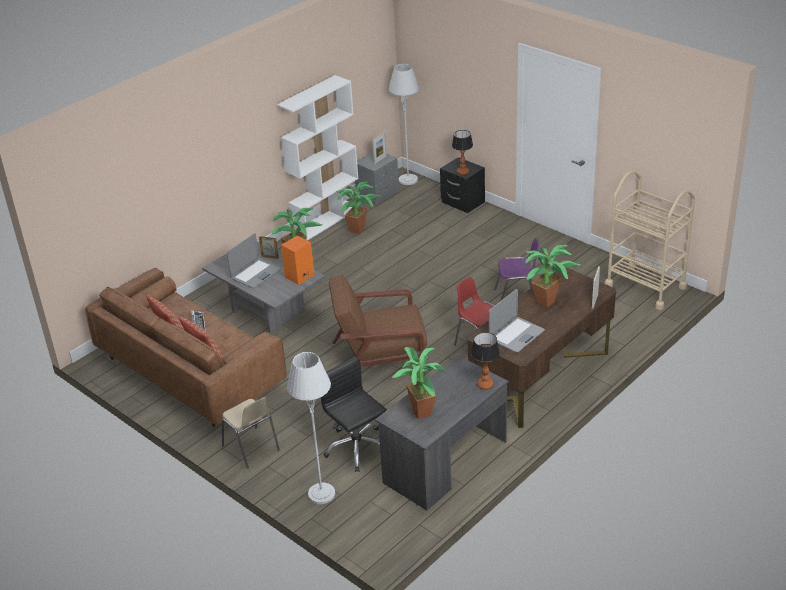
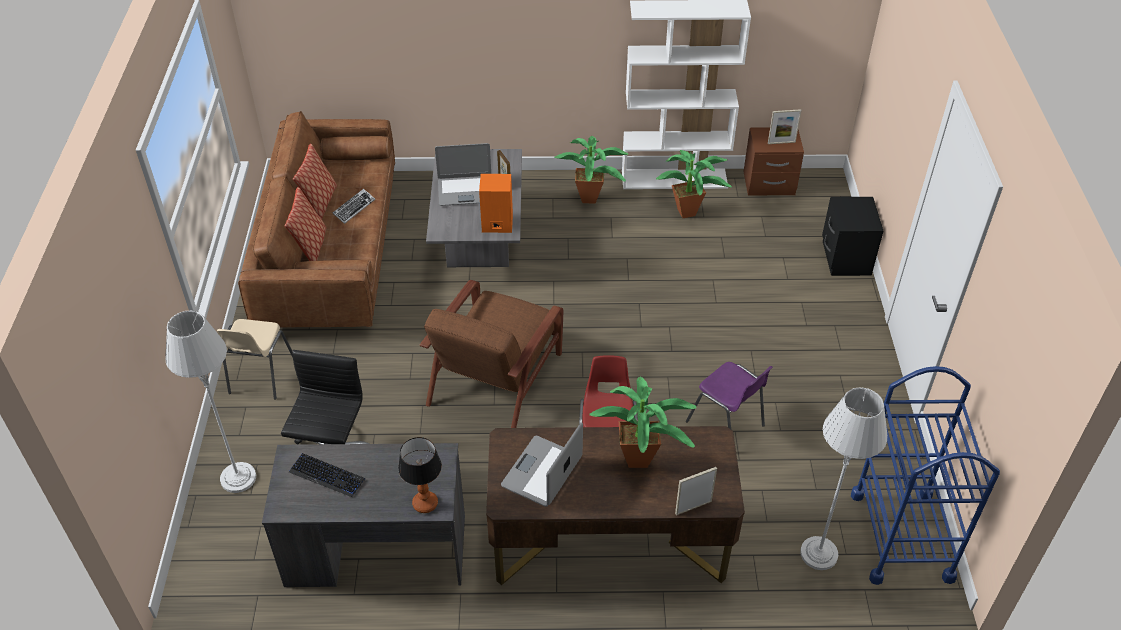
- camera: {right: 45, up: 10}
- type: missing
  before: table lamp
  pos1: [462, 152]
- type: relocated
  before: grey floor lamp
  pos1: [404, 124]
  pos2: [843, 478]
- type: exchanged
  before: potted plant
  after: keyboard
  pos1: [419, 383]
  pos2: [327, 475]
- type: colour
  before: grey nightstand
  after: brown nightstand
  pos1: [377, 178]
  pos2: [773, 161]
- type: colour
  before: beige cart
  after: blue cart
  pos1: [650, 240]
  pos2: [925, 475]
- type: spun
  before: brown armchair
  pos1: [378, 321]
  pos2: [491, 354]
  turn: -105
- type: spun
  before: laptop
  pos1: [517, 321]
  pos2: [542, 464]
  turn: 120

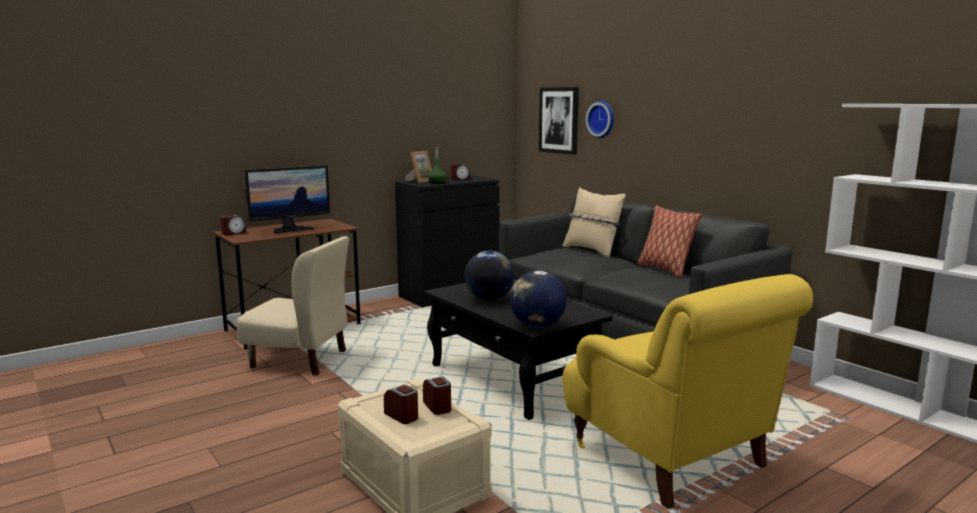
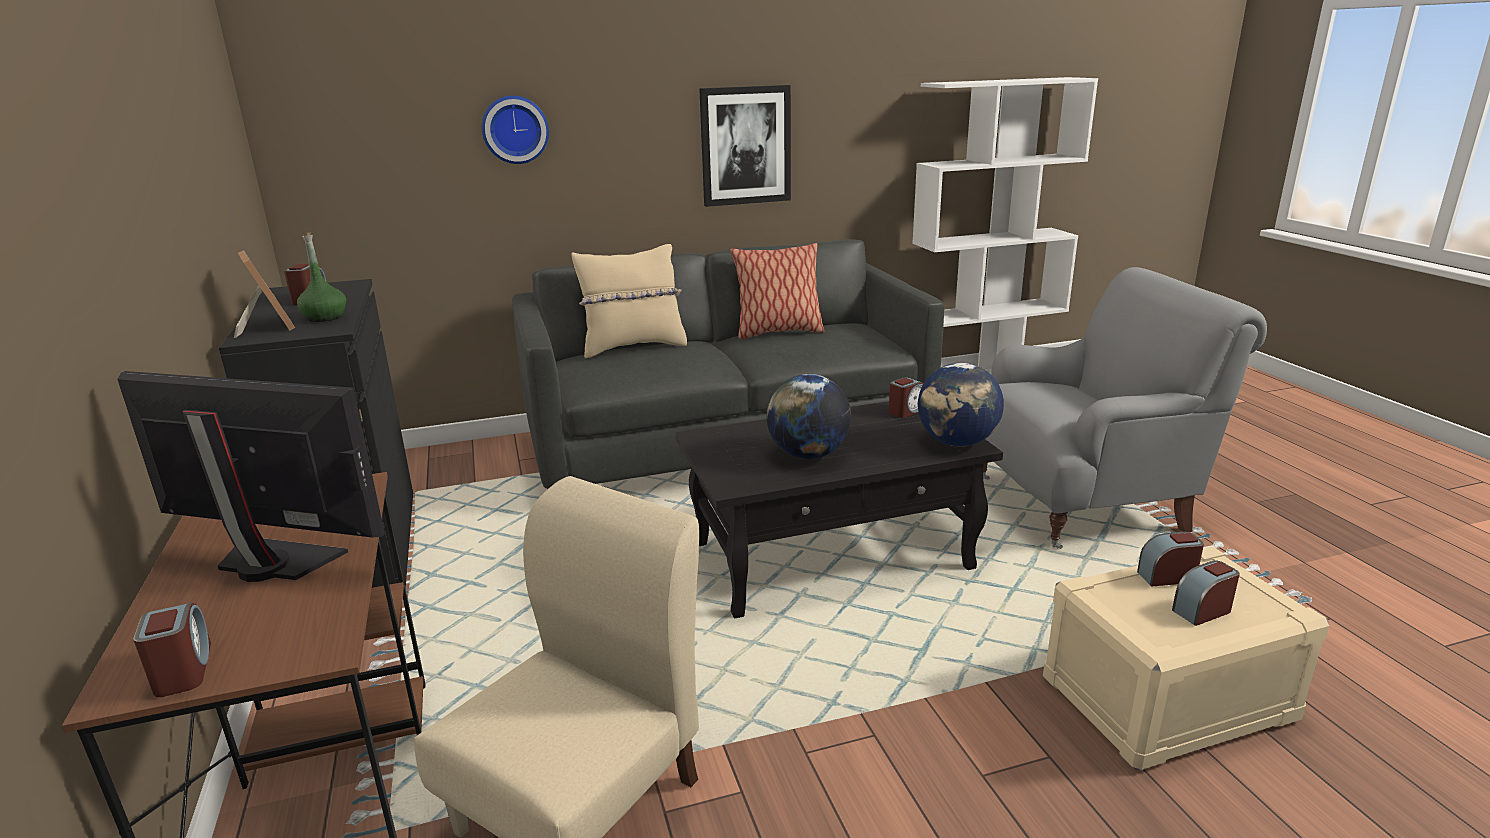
- camera: {right: -70, up: 10}
- type: appeared
  after: alarm clock
  pos2: [906, 397]
- type: relocated
  before: picture
  pos1: [559, 121]
  pos2: [745, 146]
- type: colour
  before: yellow armchair
  after: grey armchair
  pos1: [687, 391]
  pos2: [1125, 408]
- type: spun
  before: monitor
  pos1: [287, 199]
  pos2: [251, 476]
  turn: -60

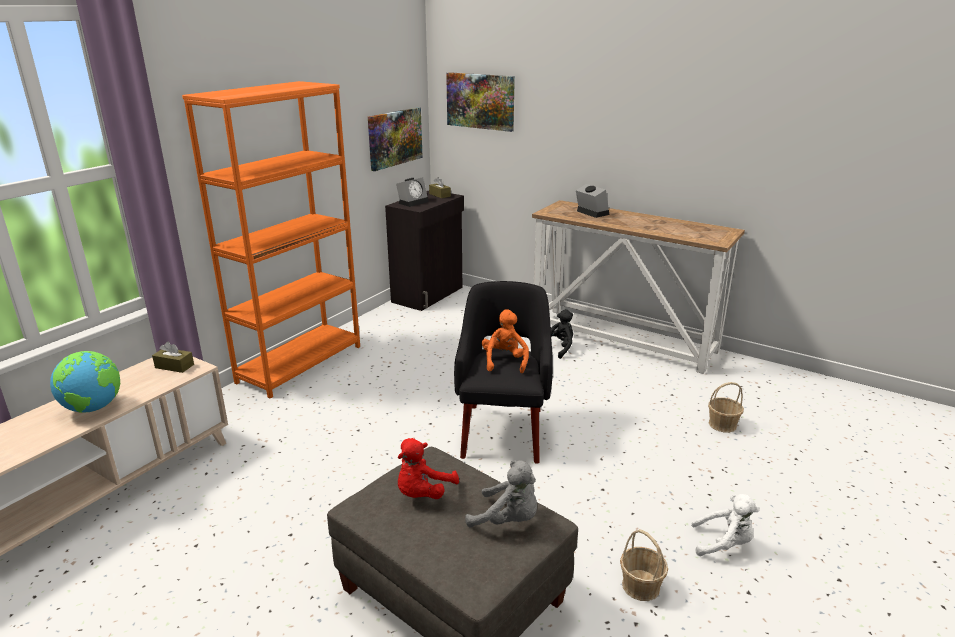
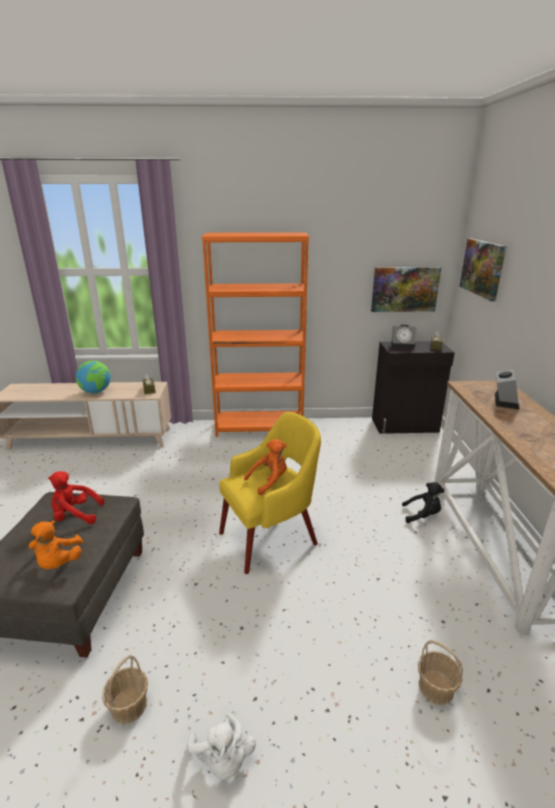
- camera: {right: 55, up: 0}
- type: colour
  before: black armchair
  after: yellow armchair
  pos1: [503, 372]
  pos2: [270, 493]
- type: colour
  before: grey plush toy
  after: orange plush toy
  pos1: [501, 493]
  pos2: [56, 545]

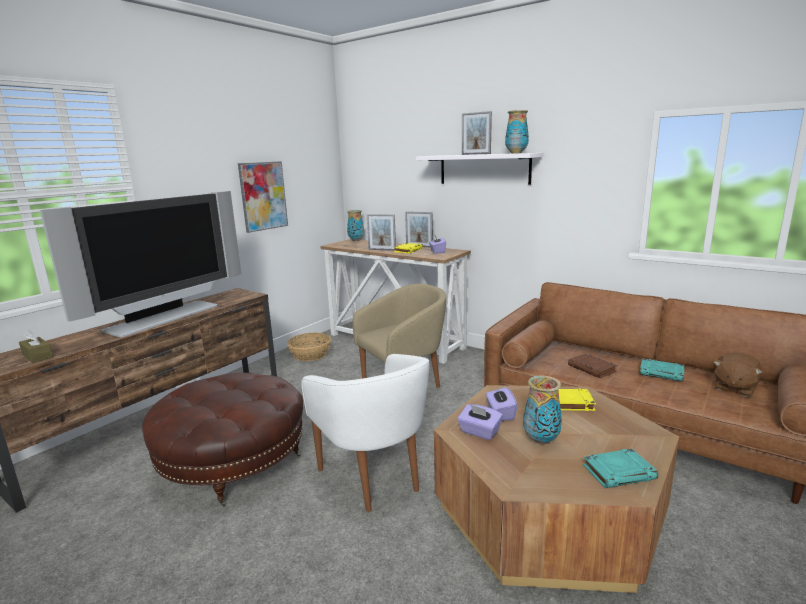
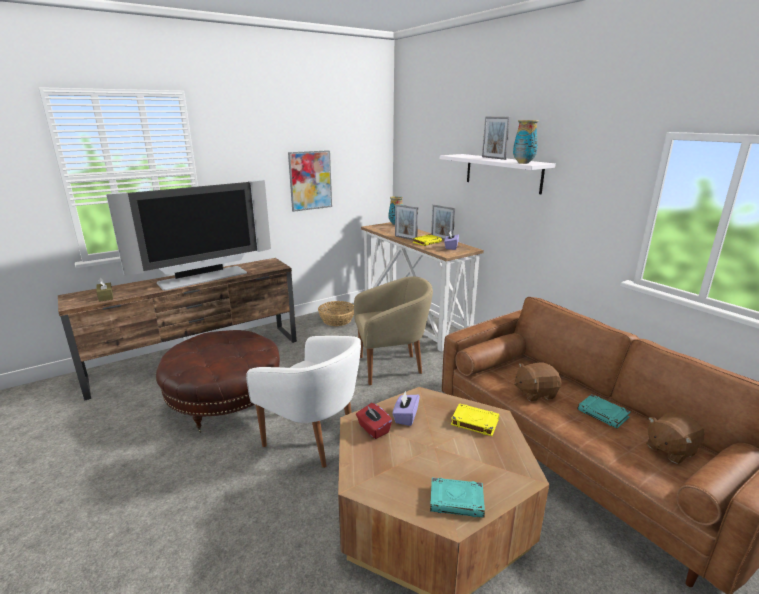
- camera: {right: 20, up: 5}
- type: missing
  before: vase
  pos1: [542, 410]
- type: exchanged
  before: brown book
  after: brown plush toy
  pos1: [592, 365]
  pos2: [537, 382]
- type: colour
  before: purple tissue box
  after: red tissue box
  pos1: [480, 422]
  pos2: [374, 421]
- type: spun
  before: white armchair
  pos1: [365, 433]
  pos2: [303, 402]
  turn: -45

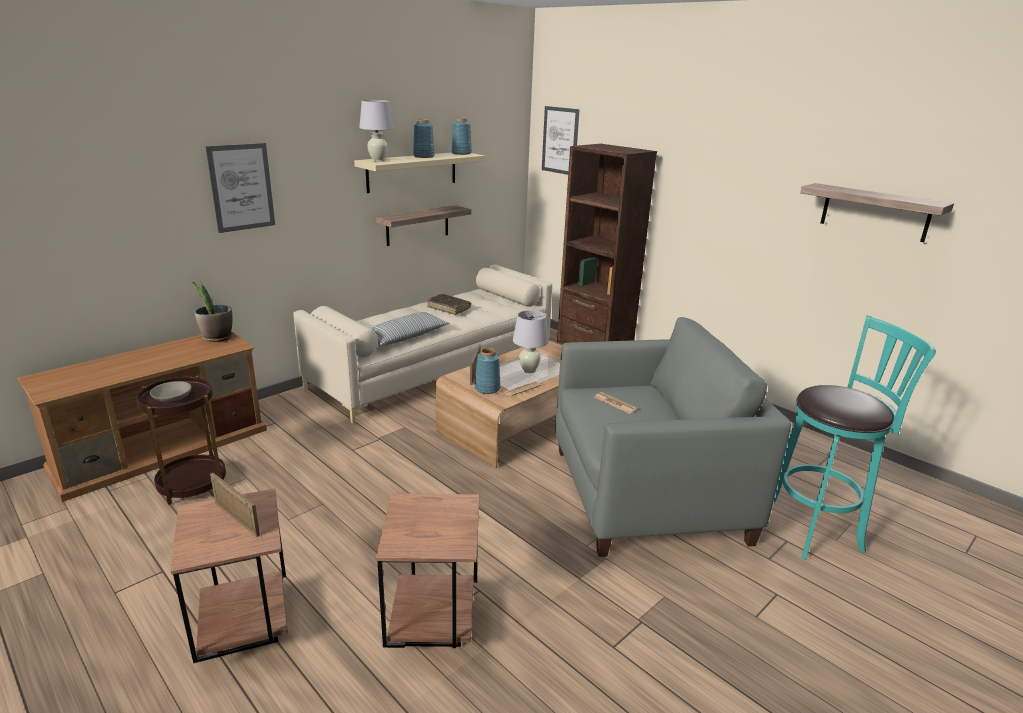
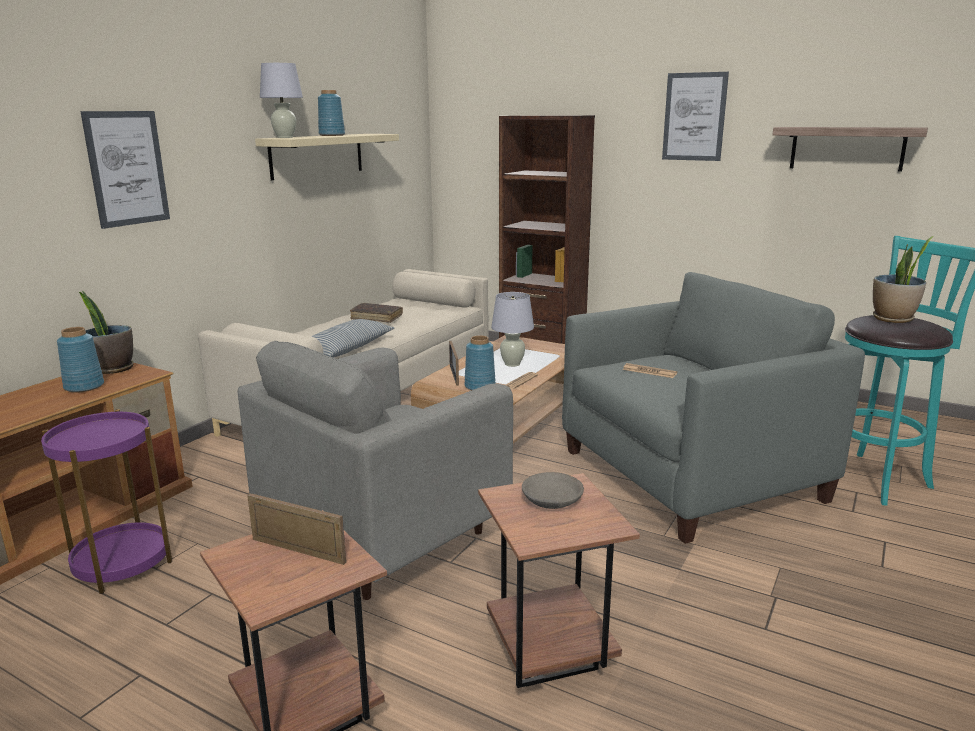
- camera: {right: -15, up: -5}
- type: missing
  before: shelf
  pos1: [423, 225]
- type: appeared
  after: grey armchair
  pos2: [375, 470]
- type: appeared
  after: potted plant
  pos2: [903, 279]
- type: relocated
  before: grey bowl
  pos1: [171, 391]
  pos2: [553, 490]
- type: relocated
  before: blue vase
  pos1: [461, 136]
  pos2: [80, 360]
- type: relocated
  before: picture
  pos1: [561, 140]
  pos2: [695, 116]
- type: colour
  before: brown side table
  after: purple side table
  pos1: [181, 440]
  pos2: [106, 501]

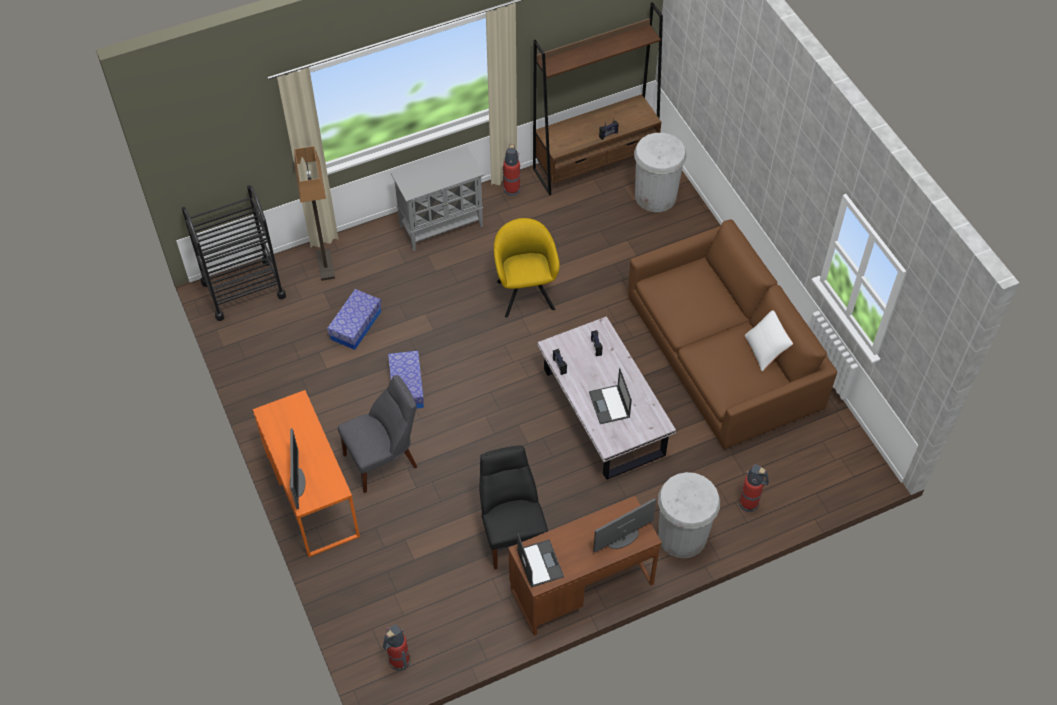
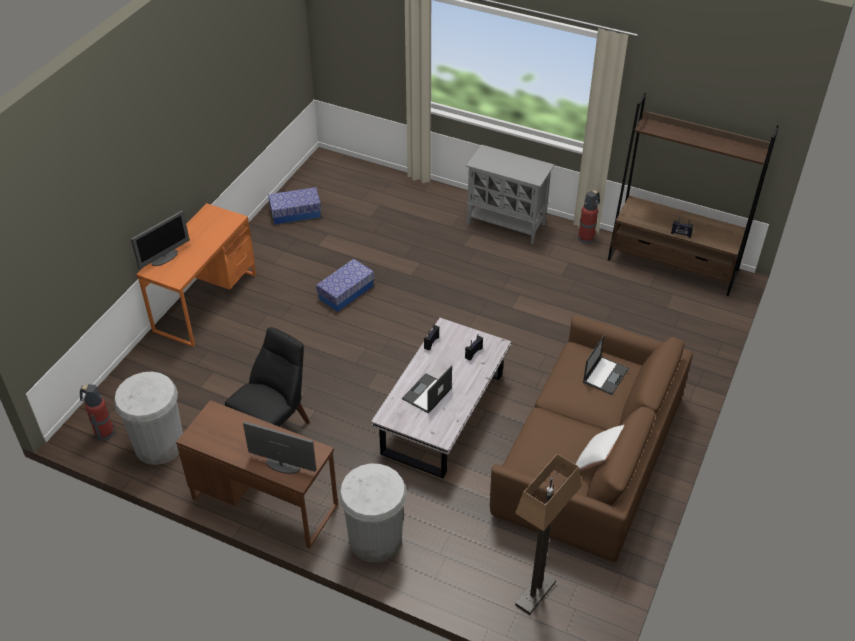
- camera: {right: 50, up: -10}
- type: missing
  before: black cart
  pos1: [233, 253]
- type: missing
  before: grey chair
  pos1: [377, 434]
- type: missing
  before: yellow armchair
  pos1: [527, 268]
- type: missing
  before: fire extinguisher
  pos1: [754, 488]
- type: relocated
  before: floor lamp
  pos1: [314, 213]
  pos2: [548, 534]
- type: relocated
  before: storage box
  pos1: [354, 319]
  pos2: [294, 205]
- type: relocated
  before: laptop
  pos1: [540, 560]
  pos2: [606, 365]
- type: relocated
  before: white trash can
  pos1: [660, 172]
  pos2: [148, 418]

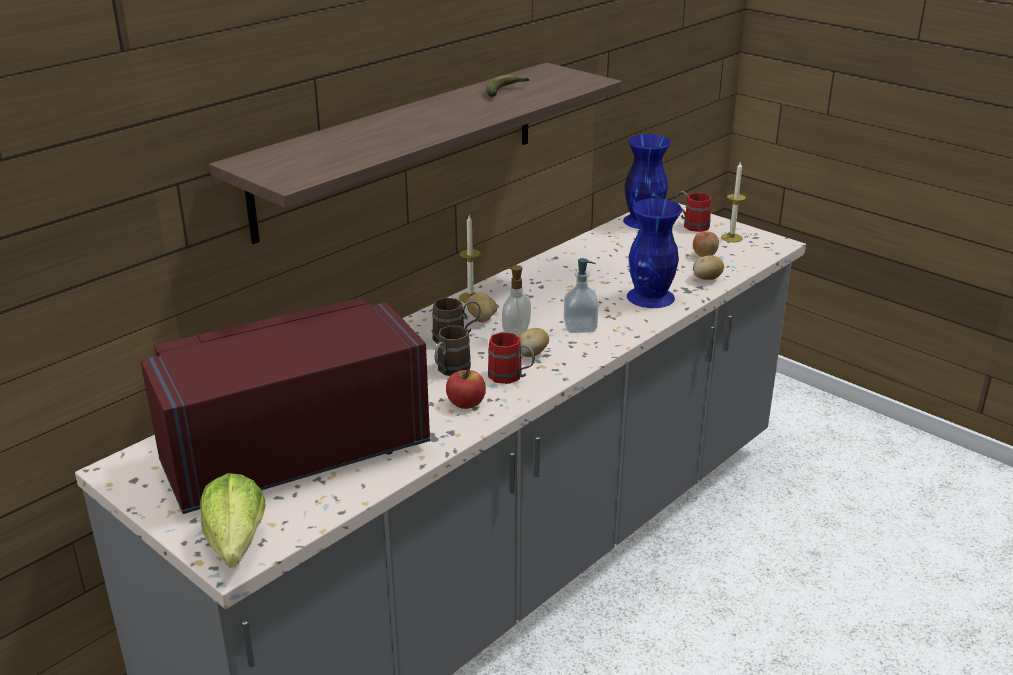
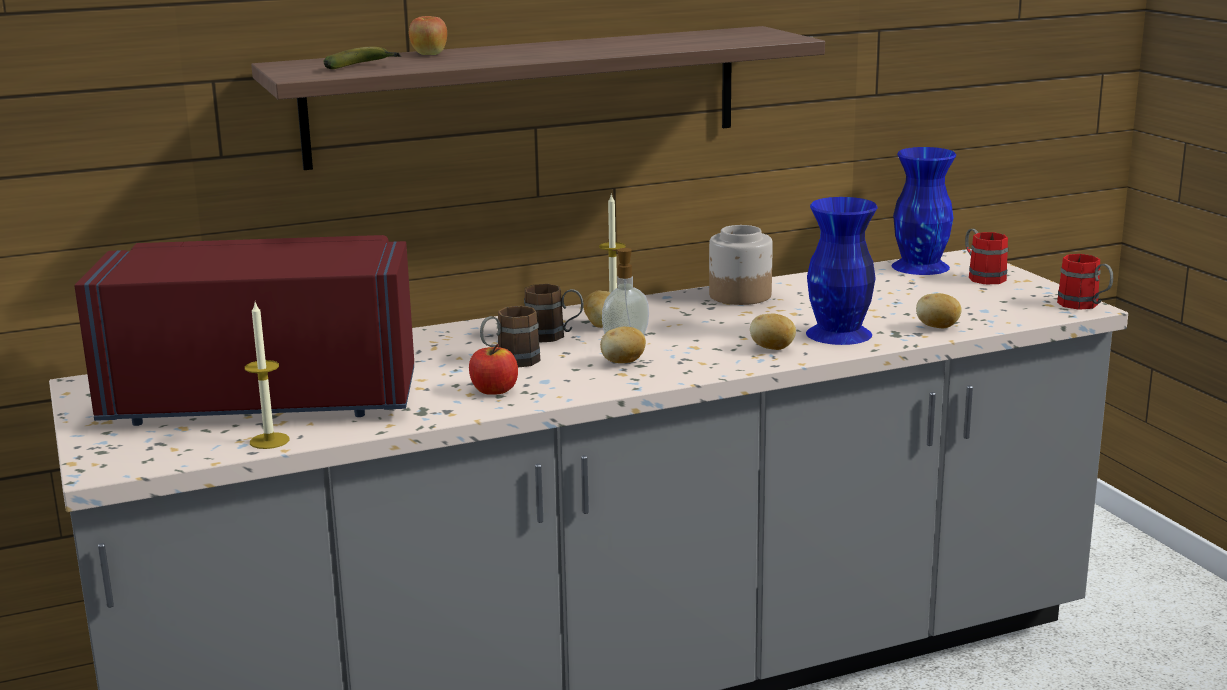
- camera: {right: 25, up: -10}
- type: missing
  before: lettuce
  pos1: [233, 520]
- type: missing
  before: soap dispenser
  pos1: [581, 295]
- type: appeared
  after: jar
  pos2: [741, 265]
- type: appeared
  after: potato
  pos2: [773, 332]
- type: relocated
  before: banana
  pos1: [507, 86]
  pos2: [362, 58]
- type: relocated
  before: red mug
  pos1: [511, 358]
  pos2: [1085, 282]
- type: relocated
  before: apple
  pos1: [706, 244]
  pos2: [428, 35]
- type: relocated
  before: candle
  pos1: [733, 202]
  pos2: [267, 376]

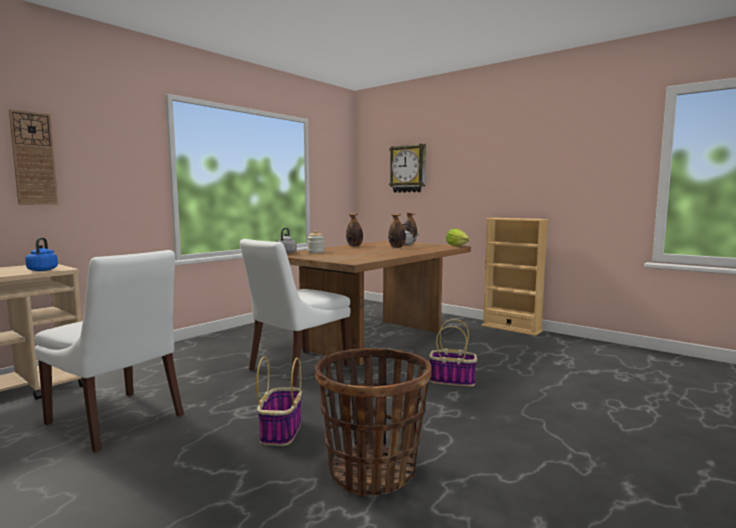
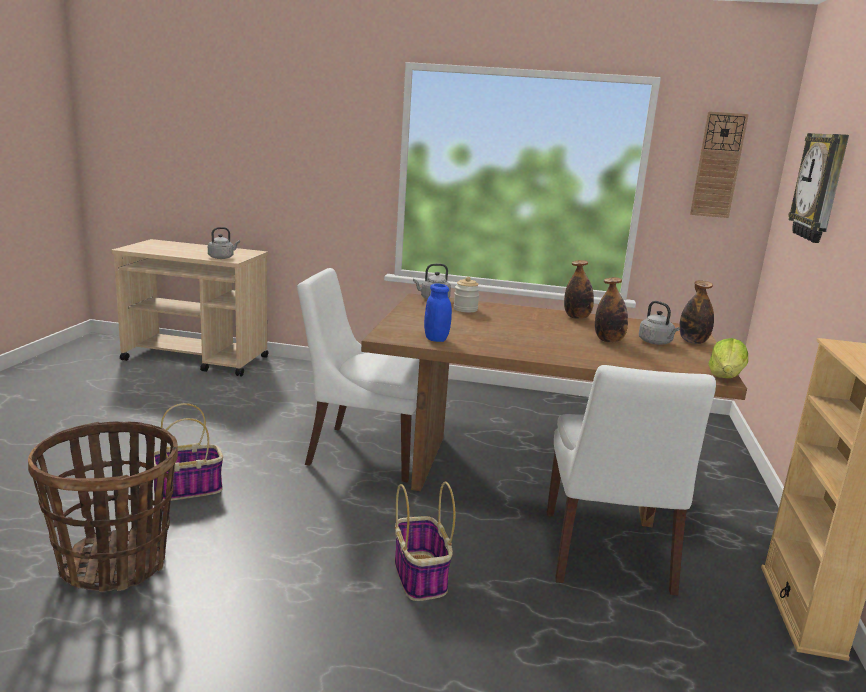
- camera: {right: 60, up: 10}
- type: appeared
  after: blue jar
  pos2: [438, 312]
- type: relocated
  before: wall clock
  pos1: [33, 157]
  pos2: [719, 164]
- type: relocated
  before: white chair
  pos1: [109, 351]
  pos2: [631, 480]
- type: colour
  before: blue kettle
  after: grey kettle
  pos1: [41, 254]
  pos2: [224, 243]

